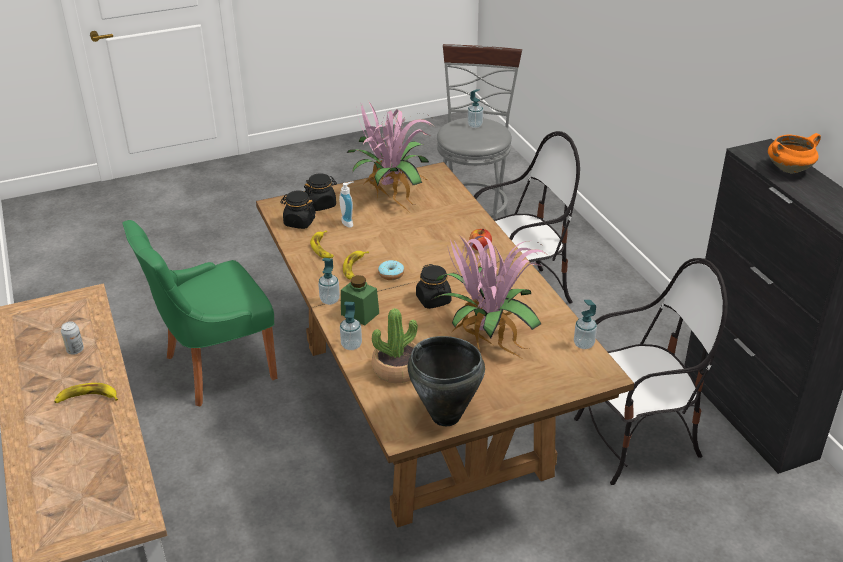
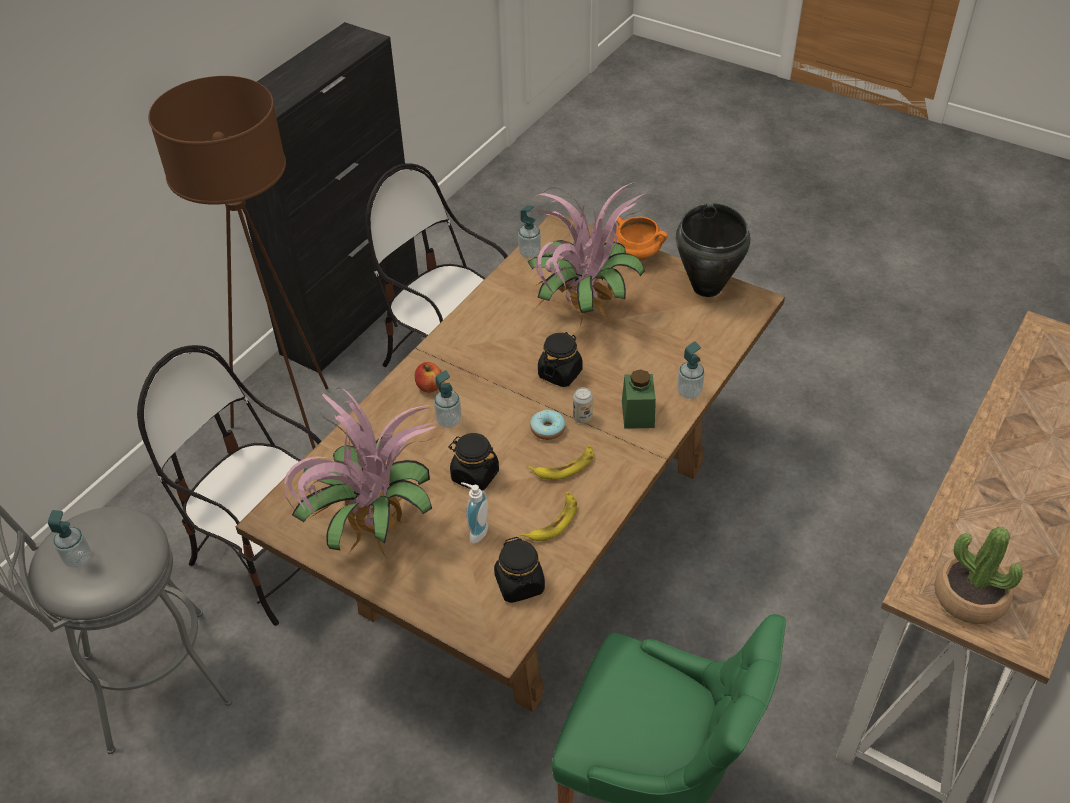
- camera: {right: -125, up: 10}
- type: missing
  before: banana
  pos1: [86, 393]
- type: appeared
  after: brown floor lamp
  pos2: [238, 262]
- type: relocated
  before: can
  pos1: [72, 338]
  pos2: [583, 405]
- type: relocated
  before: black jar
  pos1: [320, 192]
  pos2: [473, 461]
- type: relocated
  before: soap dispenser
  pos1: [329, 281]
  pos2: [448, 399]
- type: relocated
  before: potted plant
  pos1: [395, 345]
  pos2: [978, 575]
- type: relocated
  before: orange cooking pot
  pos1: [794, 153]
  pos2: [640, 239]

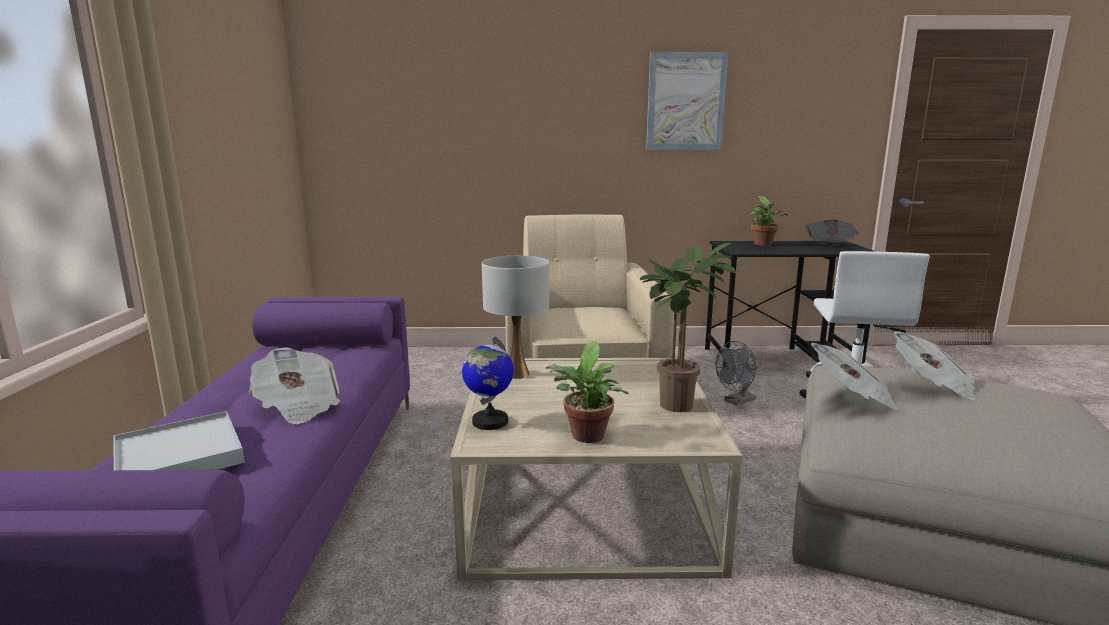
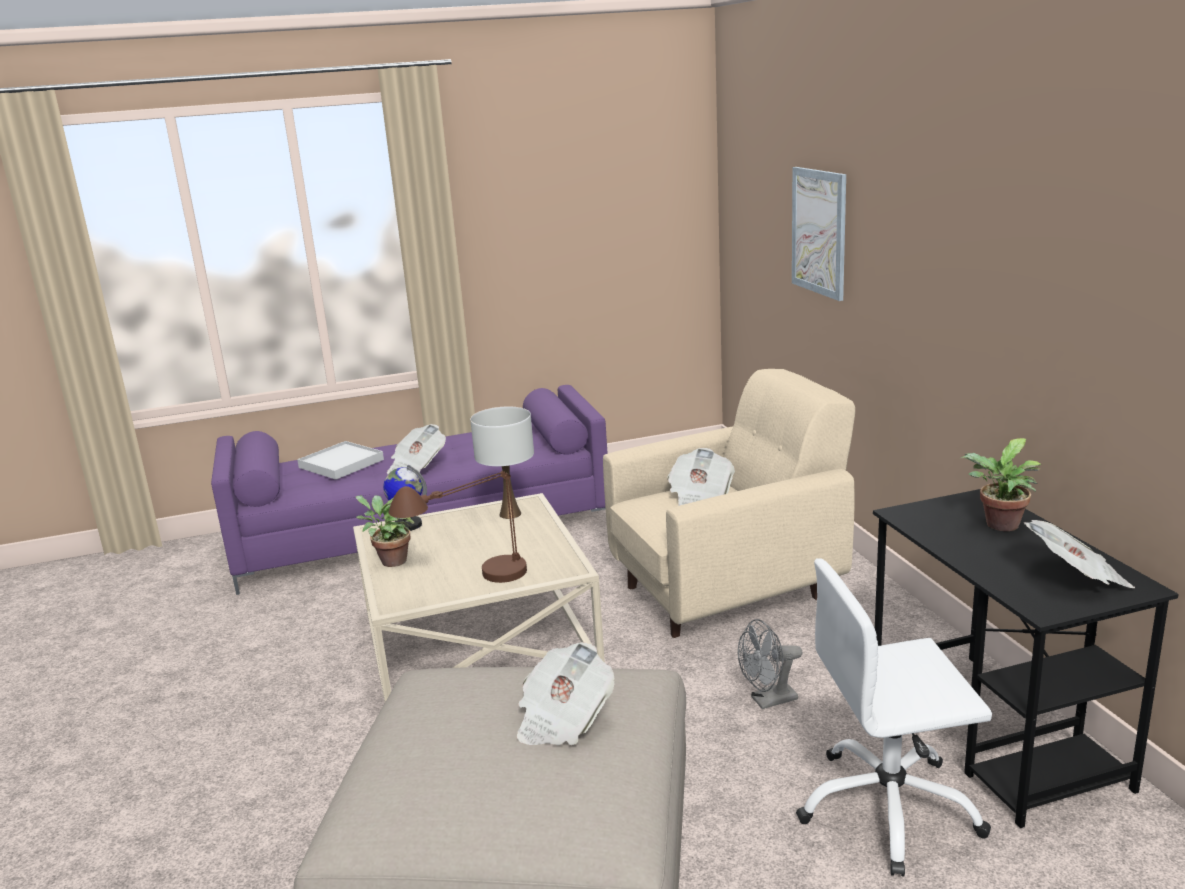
- camera: {right: 75, up: 5}
- type: relocated
  before: picture
  pos1: [687, 100]
  pos2: [819, 234]
- type: relocated
  before: newspaper
  pos1: [855, 376]
  pos2: [701, 477]
- type: exchanged
  before: potted plant
  after: brown table lamp
  pos1: [688, 327]
  pos2: [457, 527]
- type: spun
  before: grey fan
  pos1: [737, 373]
  pos2: [770, 664]
  turn: -60

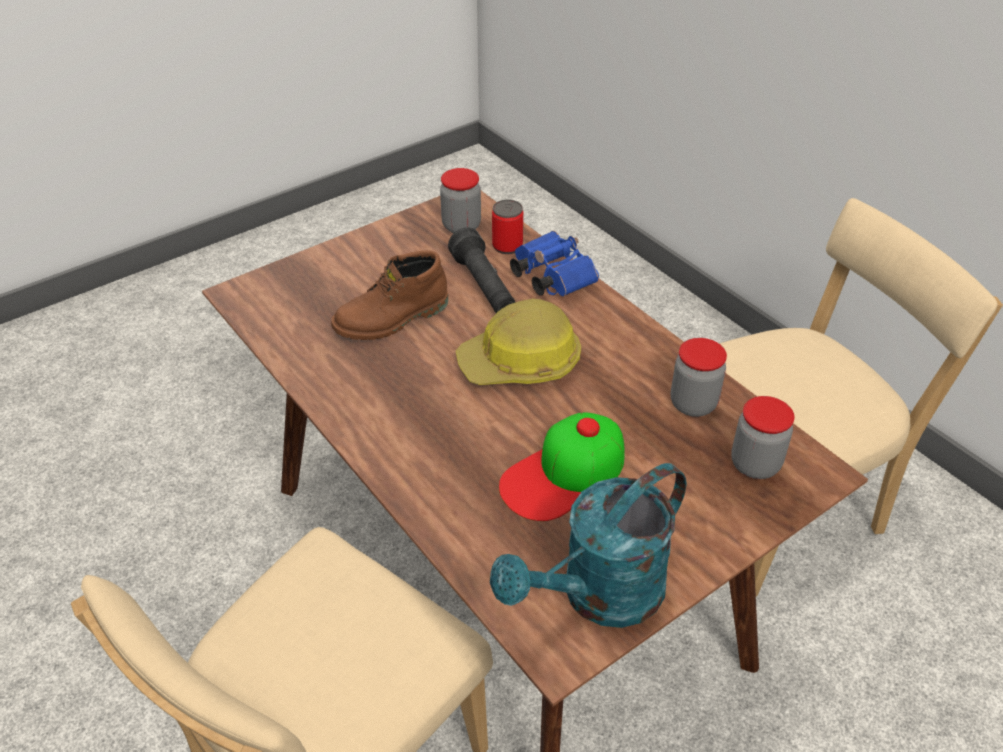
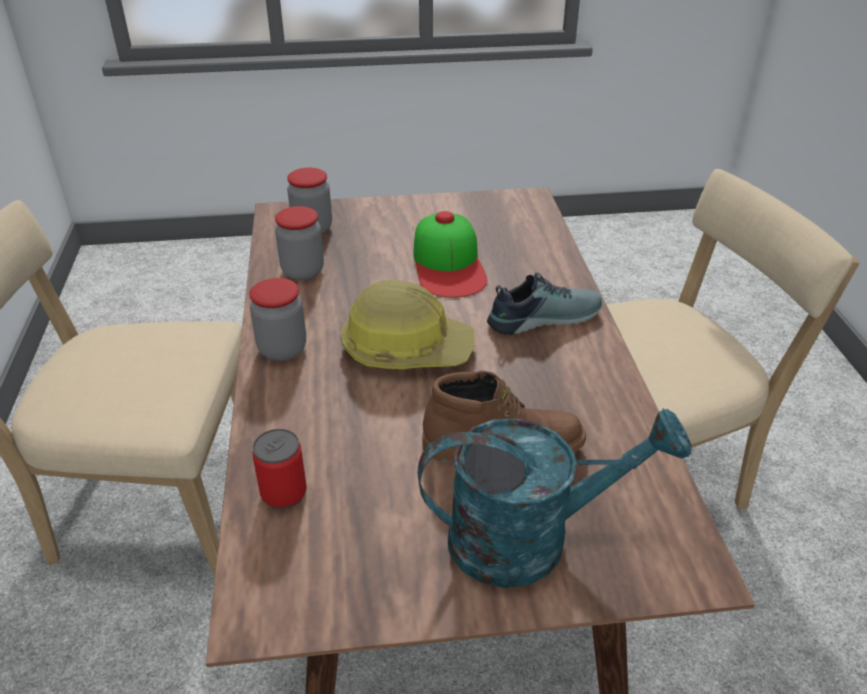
- camera: {right: -150, up: -5}
- type: missing
  before: black flashlight
  pos1: [482, 270]
- type: missing
  before: blue binoculars
  pos1: [554, 263]
- type: appeared
  after: shoe
  pos2: [544, 303]
- type: relocated
  before: jar
  pos1: [460, 200]
  pos2: [277, 319]
- type: relocated
  before: turquoise watering can
  pos1: [588, 545]
  pos2: [555, 498]
- type: spun
  before: cap
  pos1: [562, 467]
  pos2: [450, 254]
  turn: 90

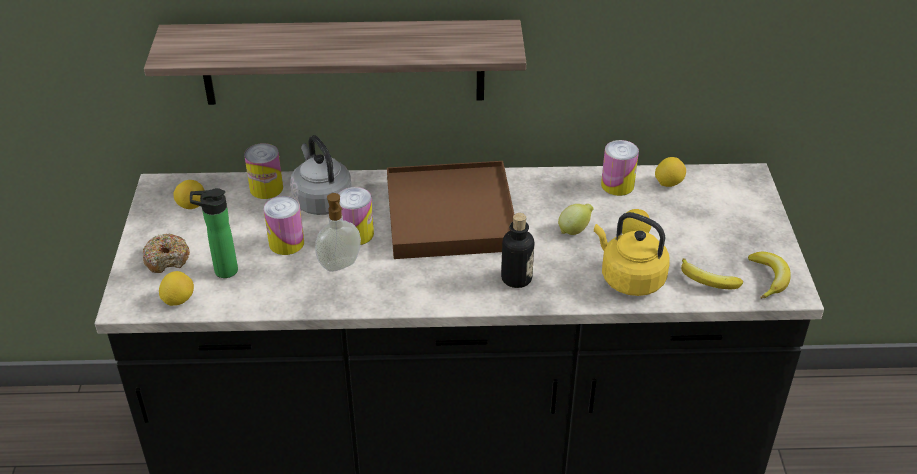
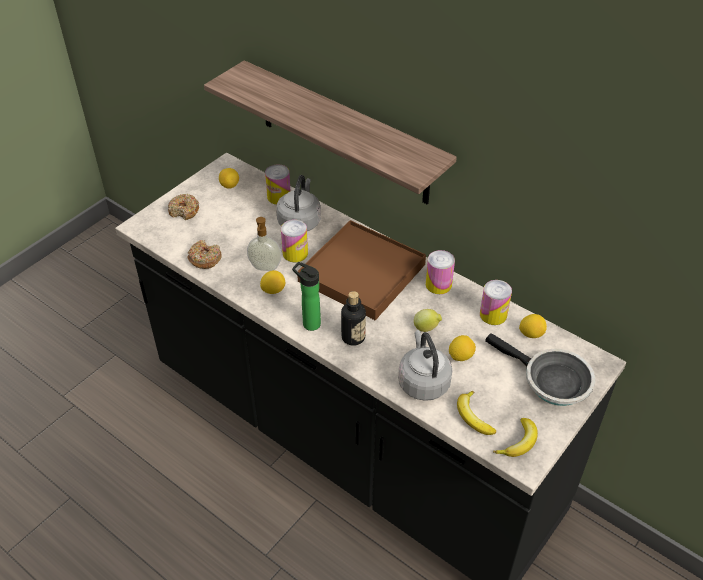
- camera: {right: 40, up: 5}
- type: appeared
  after: donut
  pos2: [205, 254]
- type: appeared
  after: frying pan
  pos2: [540, 369]
- type: relocated
  before: lemon
  pos1: [176, 288]
  pos2: [272, 282]
- type: relocated
  before: bottle
  pos1: [214, 233]
  pos2: [306, 296]
- type: relocated
  before: can
  pos1: [284, 225]
  pos2: [440, 272]
- type: colour
  before: yellow kettle
  after: grey kettle
  pos1: [632, 254]
  pos2: [425, 365]

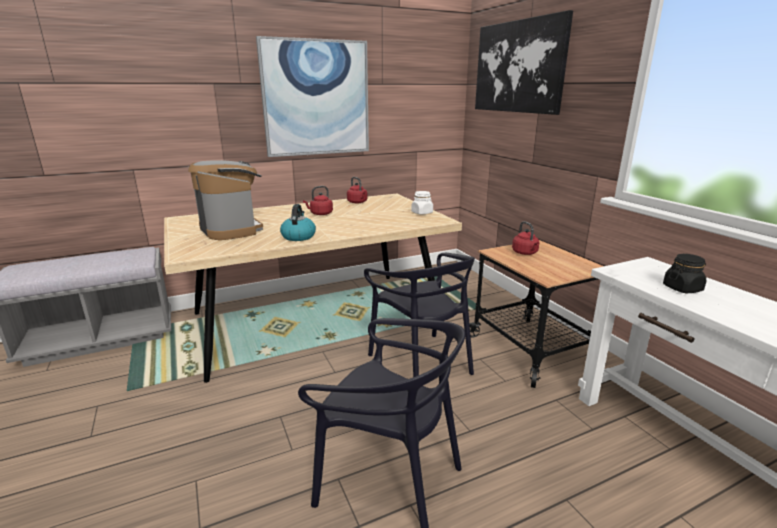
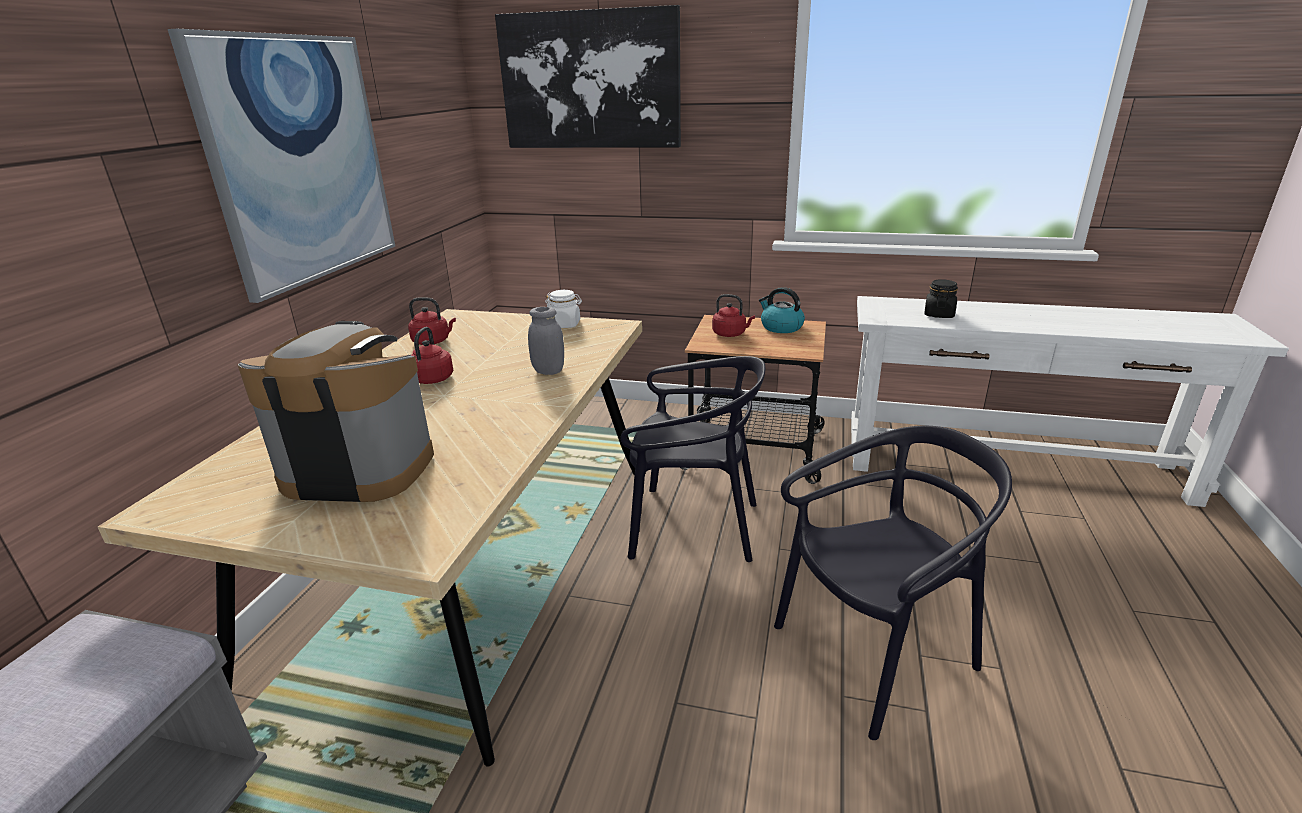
- camera: {right: -50, up: 5}
- type: appeared
  after: grey jar
  pos2: [546, 341]
- type: relocated
  before: kettle
  pos1: [298, 222]
  pos2: [782, 310]

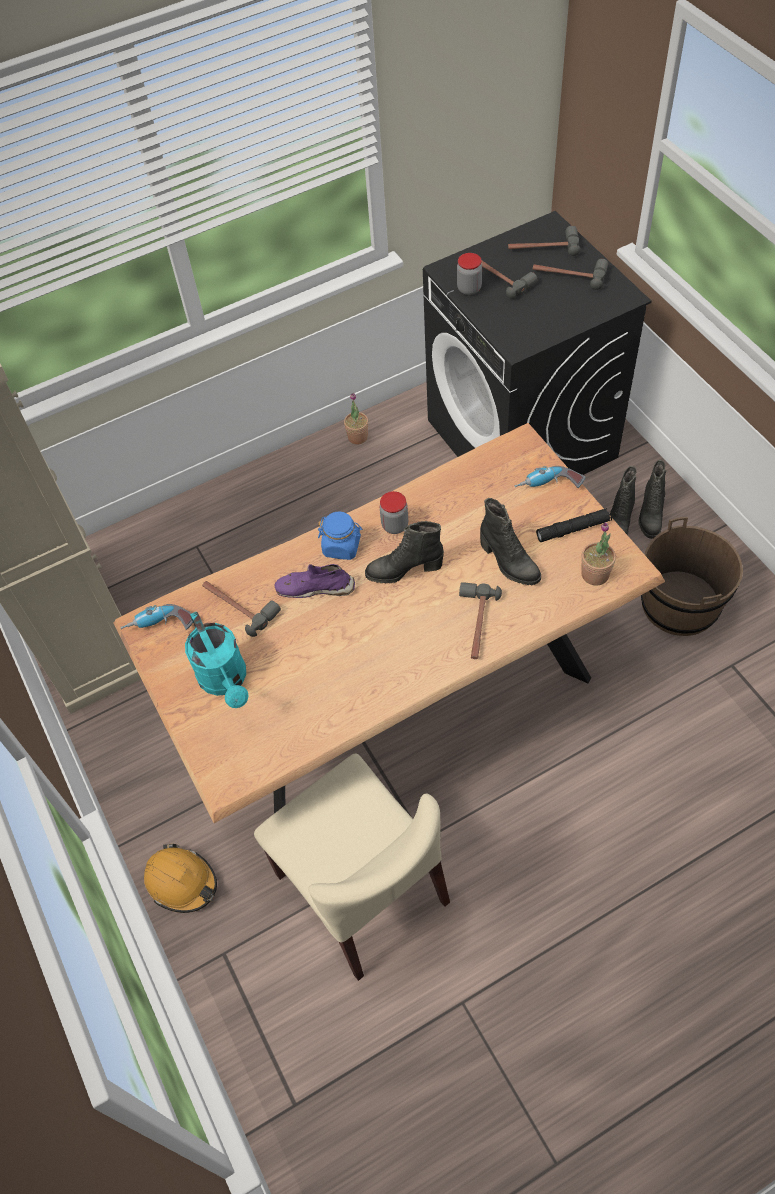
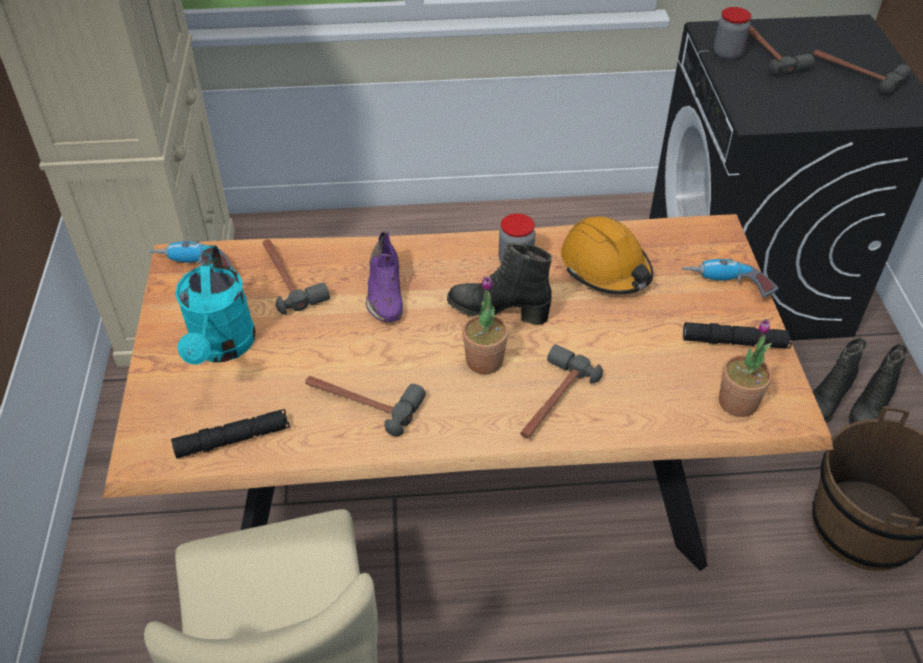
- camera: {right: 20, up: -10}
- type: missing
  before: blue jar
  pos1: [340, 536]
- type: missing
  before: black boot
  pos1: [510, 541]
- type: appeared
  after: black flashlight
  pos2: [230, 434]
- type: relocated
  before: orange hard hat
  pos1: [180, 878]
  pos2: [607, 255]
- type: relocated
  before: potted plant
  pos1: [356, 418]
  pos2: [485, 325]
- type: relocated
  before: hammer
  pos1: [544, 241]
  pos2: [365, 406]
- type: spun
  before: purple shoe
  pos1: [315, 581]
  pos2: [384, 276]
  turn: -120

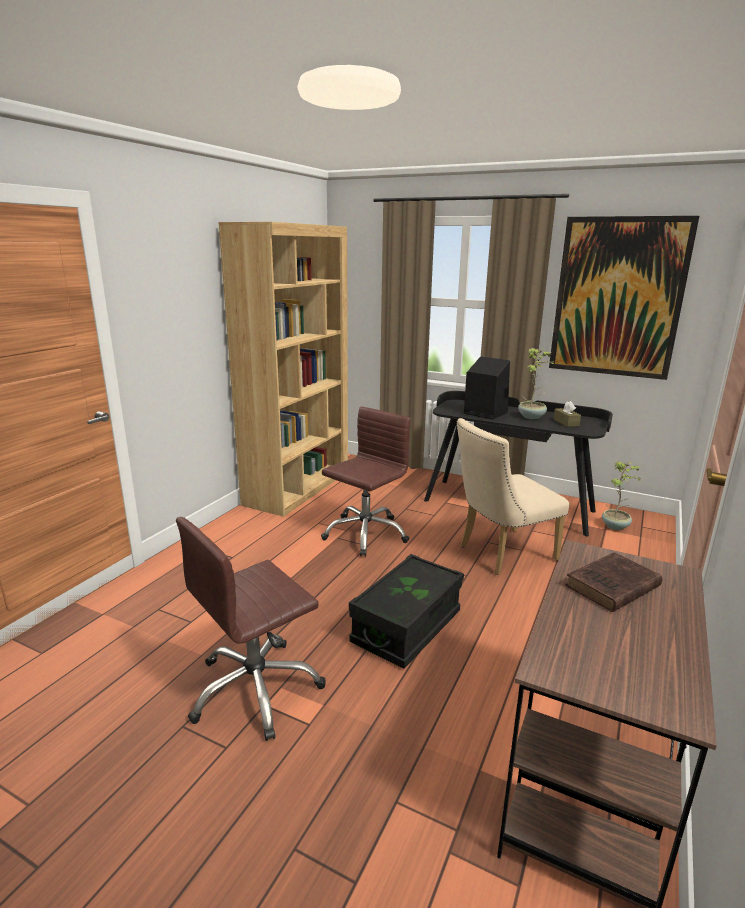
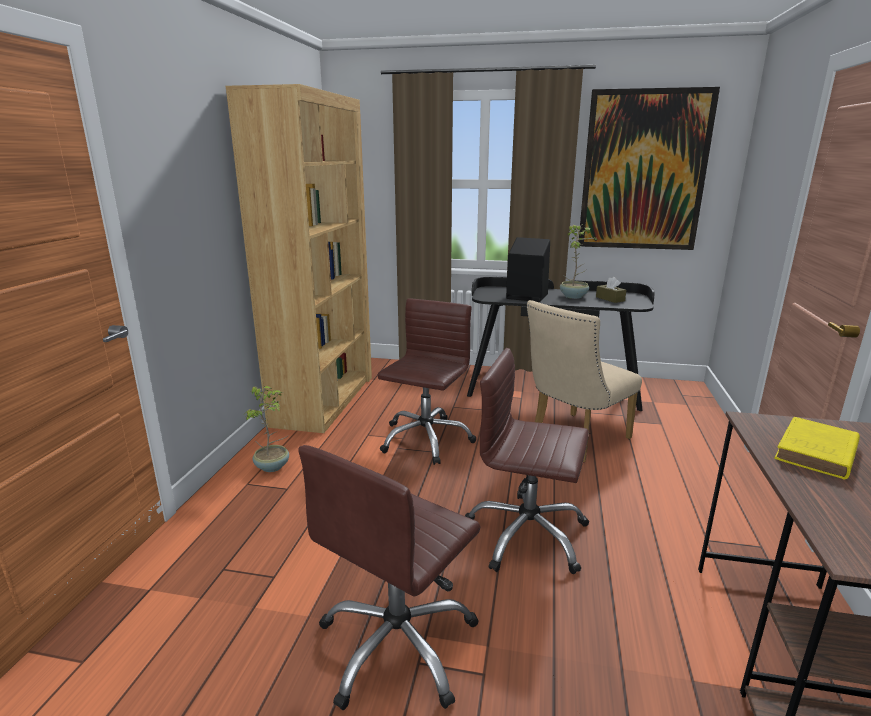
- camera: {right: -15, up: 0}
- type: relocated
  before: potted plant
  pos1: [622, 495]
  pos2: [267, 429]
- type: exchanged
  before: black storage box
  after: brown office chair
  pos1: [406, 611]
  pos2: [527, 461]
- type: colour
  before: brown book
  after: yellow book
  pos1: [613, 582]
  pos2: [817, 448]

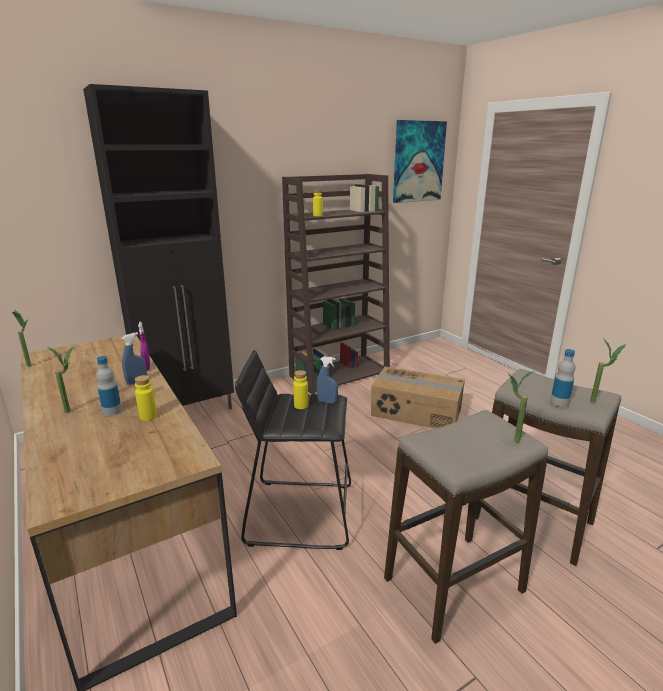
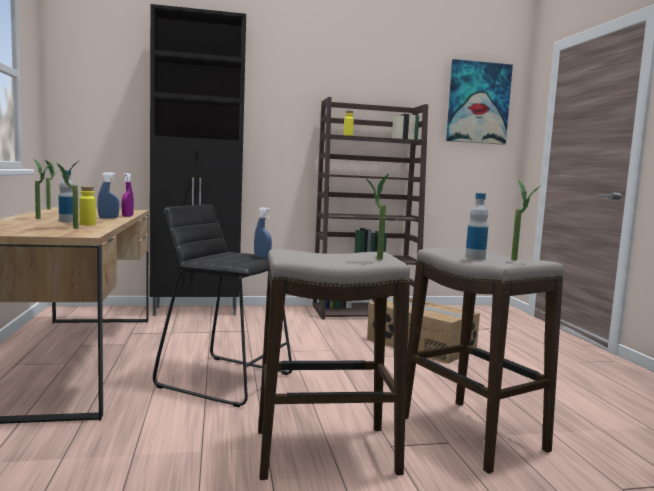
- camera: {right: 20, up: -15}
- type: missing
  before: yellow bottle
  pos1: [300, 389]
- type: appeared
  after: potted plant
  pos2: [67, 195]

